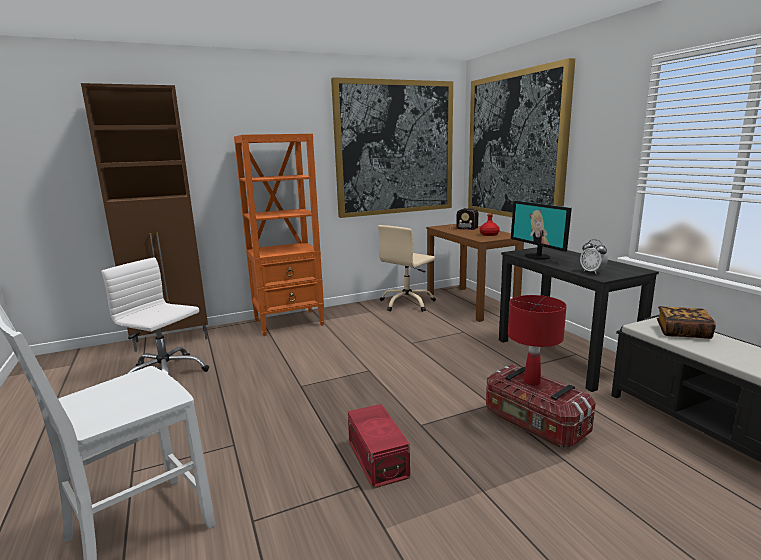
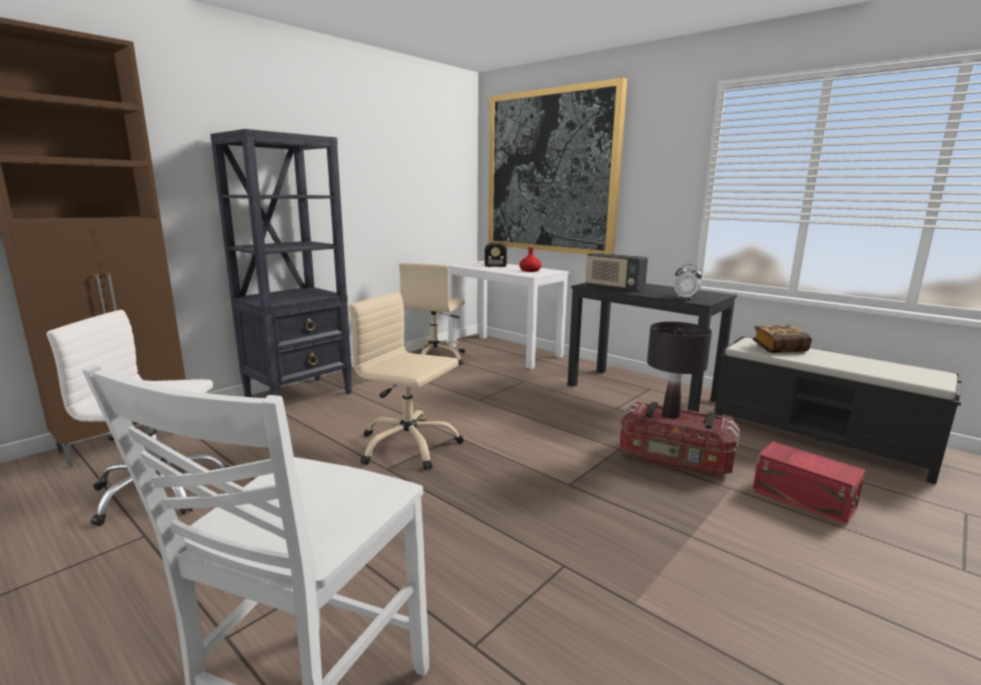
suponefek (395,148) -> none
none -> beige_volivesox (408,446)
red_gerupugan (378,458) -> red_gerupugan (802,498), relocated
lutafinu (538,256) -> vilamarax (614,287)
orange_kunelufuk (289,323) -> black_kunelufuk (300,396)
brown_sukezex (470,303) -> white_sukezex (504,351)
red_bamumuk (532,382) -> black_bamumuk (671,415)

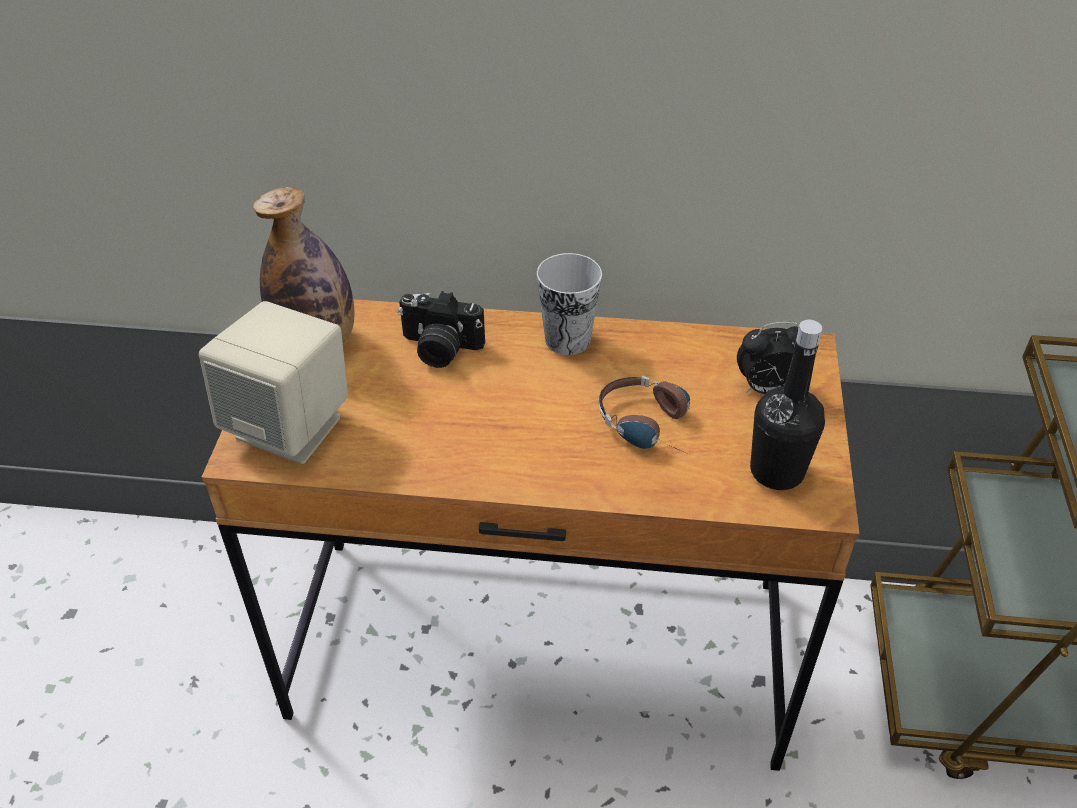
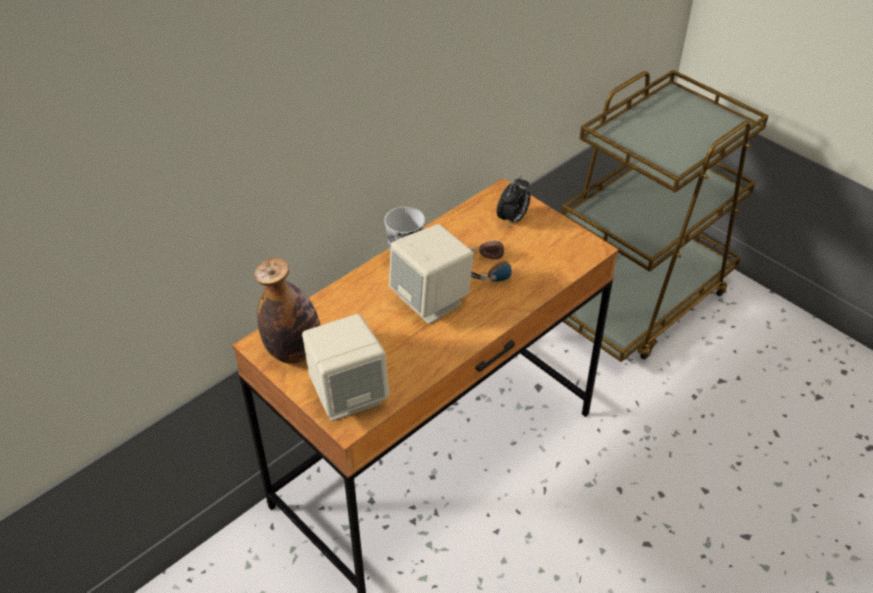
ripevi (439,349) -> none
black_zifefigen (777,471) -> none
none -> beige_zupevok (431,300)

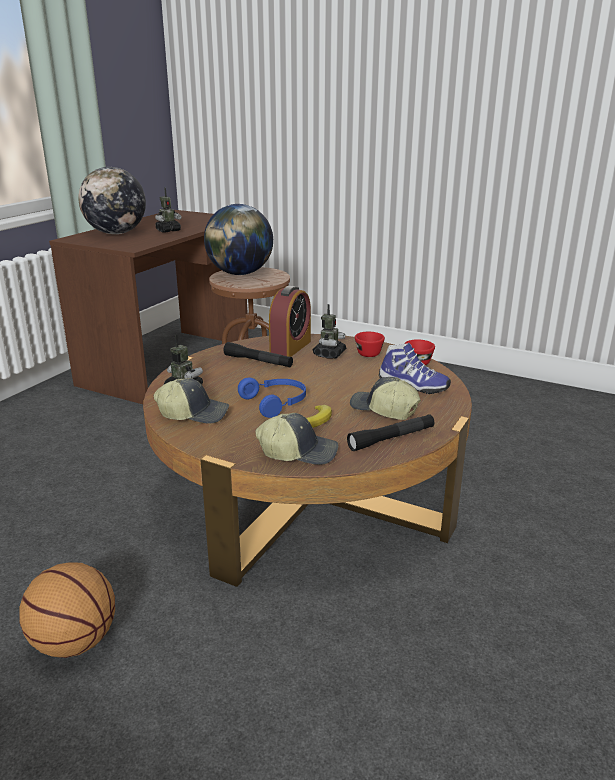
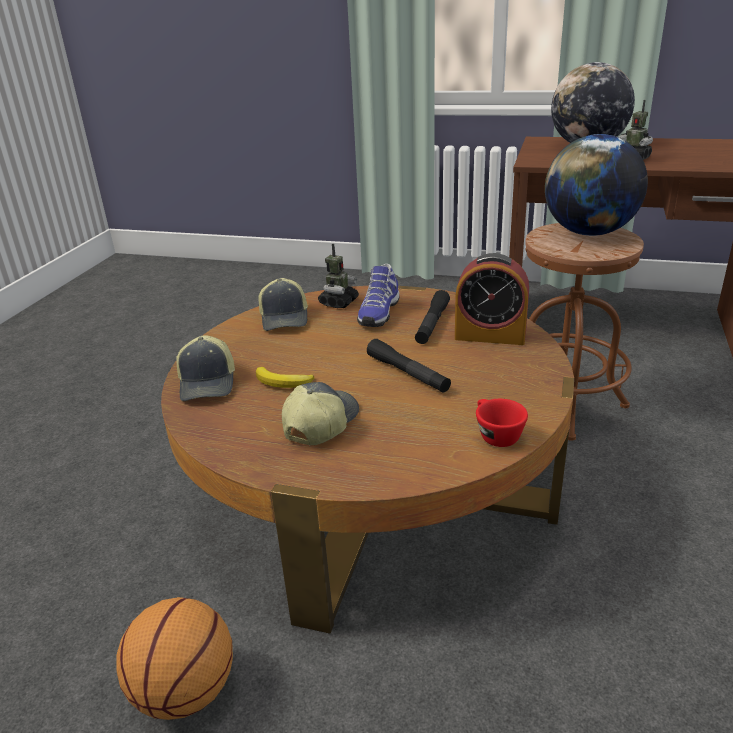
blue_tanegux (276,403) -> none
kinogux (329,354) -> none
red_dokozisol (367,352) -> none
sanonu (76,642) -> sanonu (186,692), relocated
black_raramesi (391,438) -> black_raramesi (407,373), relocated
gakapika (412,386) -> gakapika (378,313), relocated

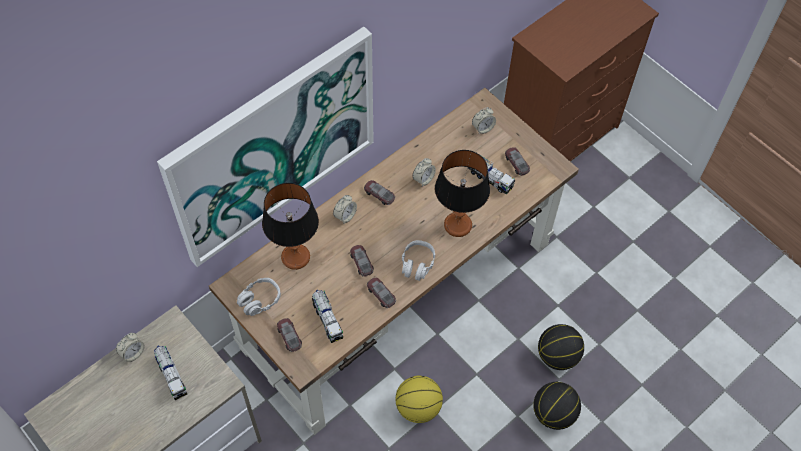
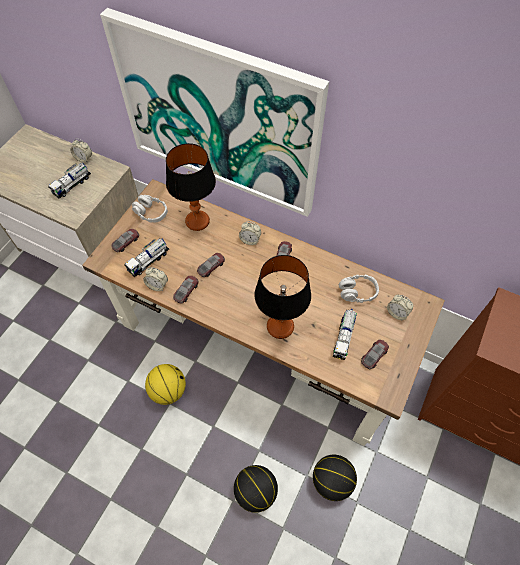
grey_tanegux (417,264) -> grey_tanegux (357,292), relocated
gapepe (423,179) -> gapepe (157,285), relocated
sanonu (553,413) -> sanonu (332,481), relocated

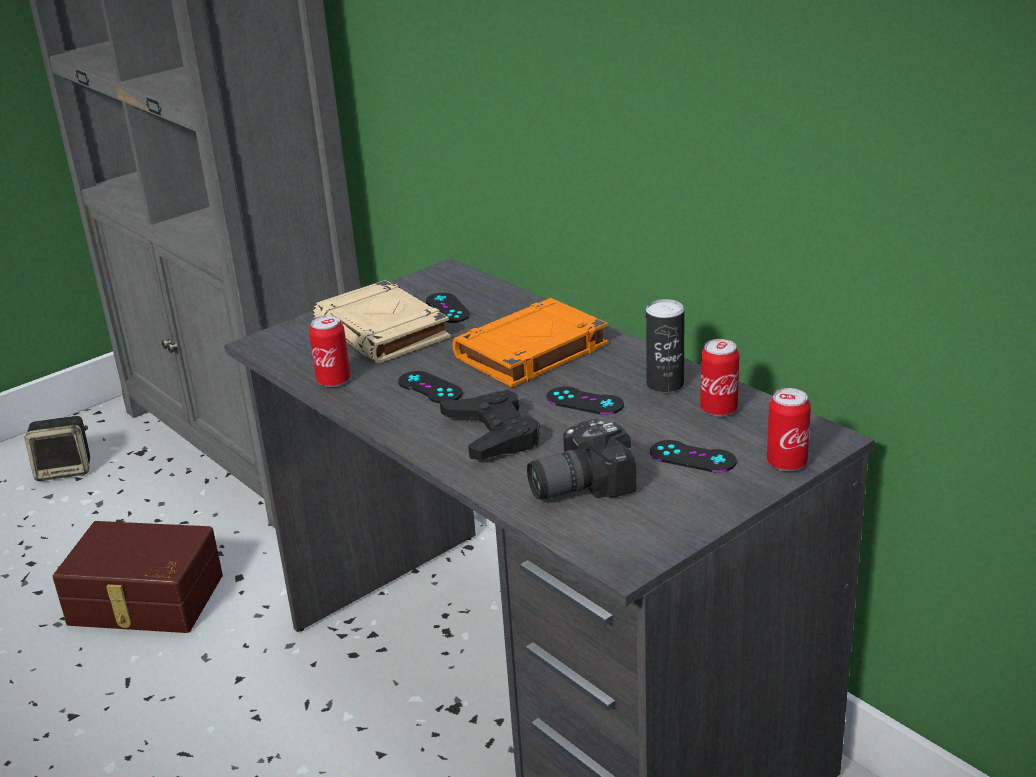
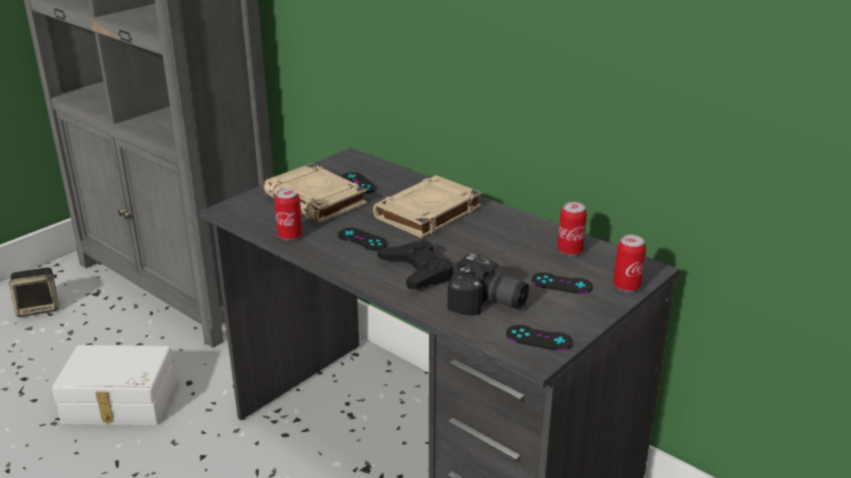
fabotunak (665,384) -> none
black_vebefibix (584,401) -> black_vebefibix (539,338), relocated
brown_gerupugan (145,601) -> white_gerupugan (119,403)
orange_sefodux (530,352) -> beige_sefodux (427,213)
ripevi (576,484) -> ripevi (487,305), 120 degrees counterclockwise

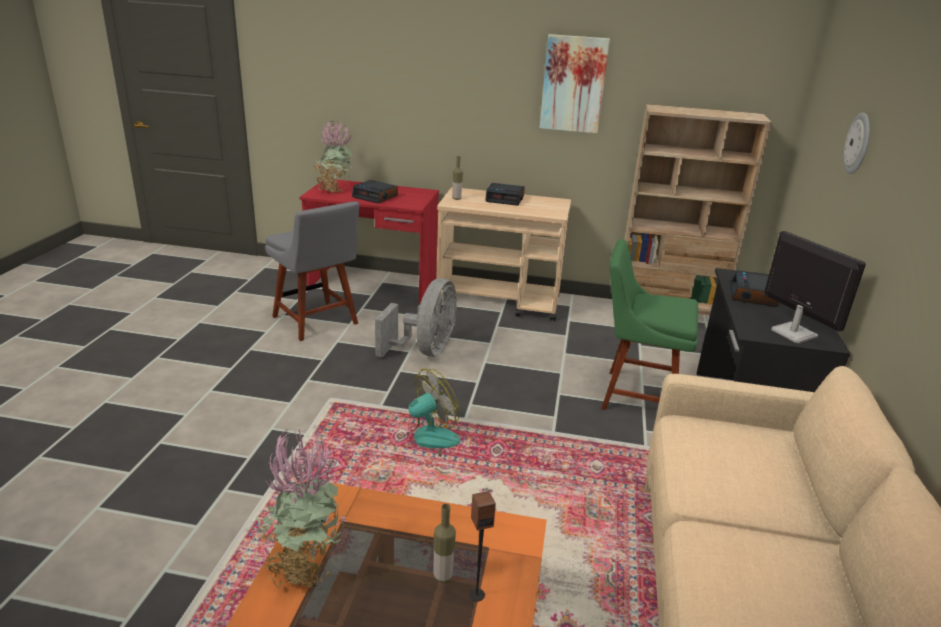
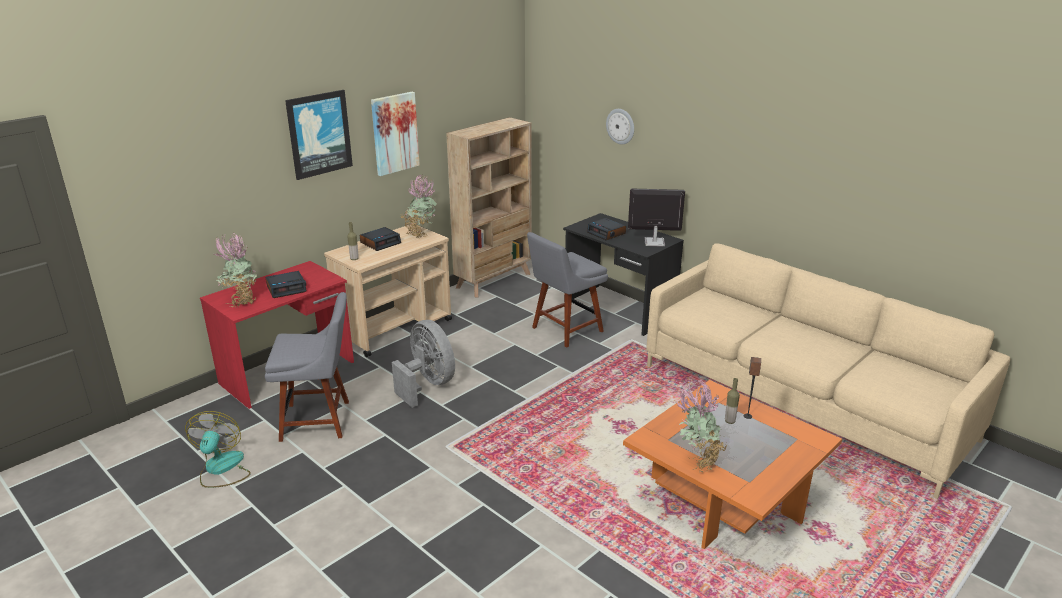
none -> suponefek (319,134)
none -> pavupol (420,234)
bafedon (426,443) -> bafedon (221,469), relocated
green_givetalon (635,395) -> grey_givetalon (564,330)

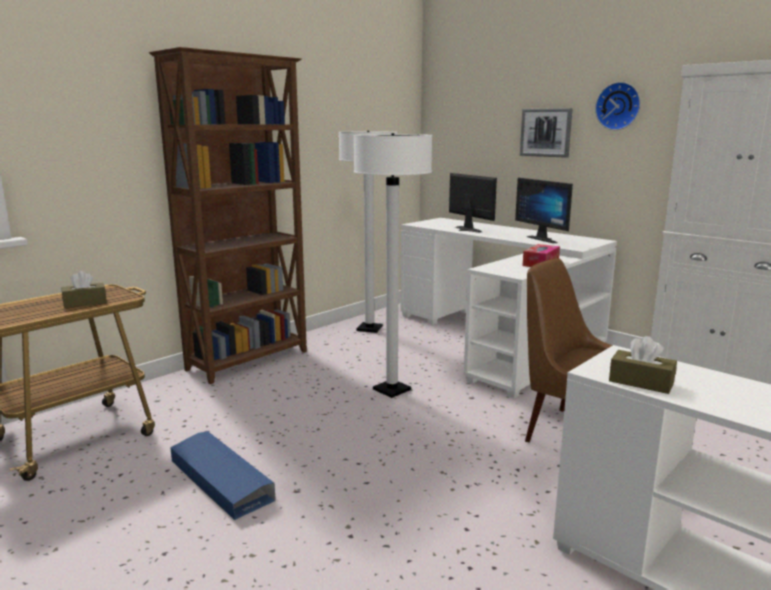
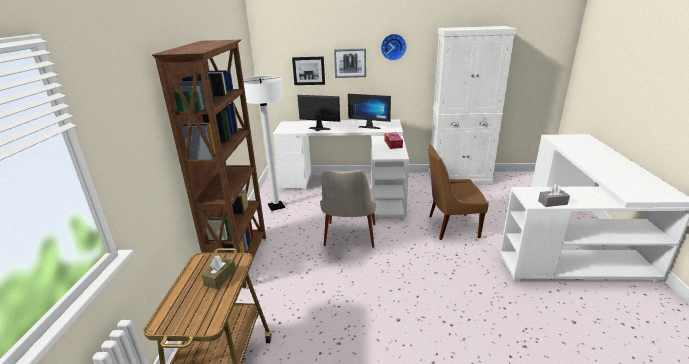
blue_gerupugan (220,480) -> none
none -> suponefek (309,70)
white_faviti (392,390) -> beige_givetalon (349,240)
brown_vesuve (641,382) -> grey_vesuve (552,202)

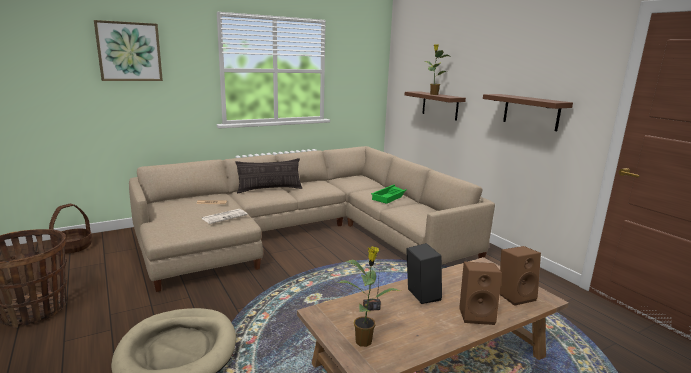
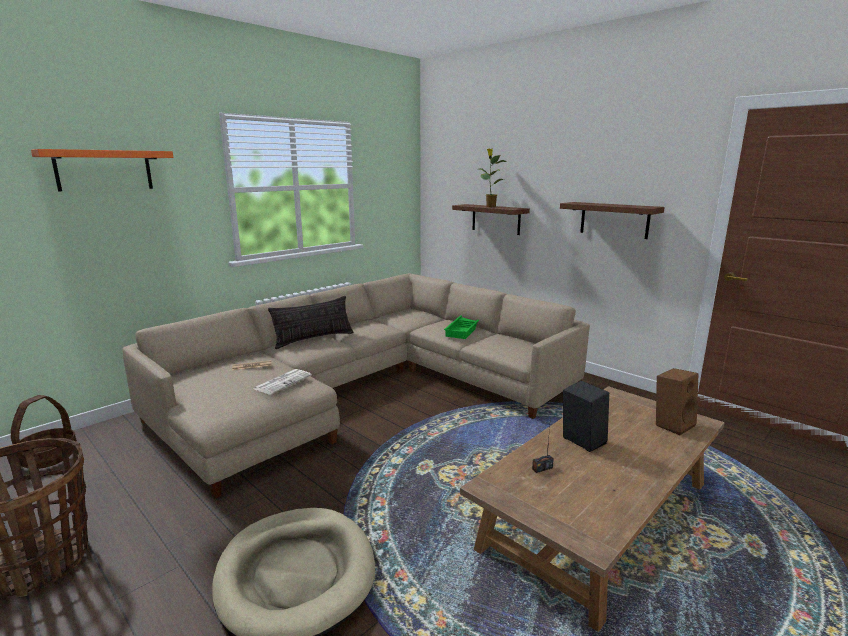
pavupol (364,341) -> none
brown_zupevok (477,315) -> none
suponefek (129,52) -> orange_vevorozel (104,170)

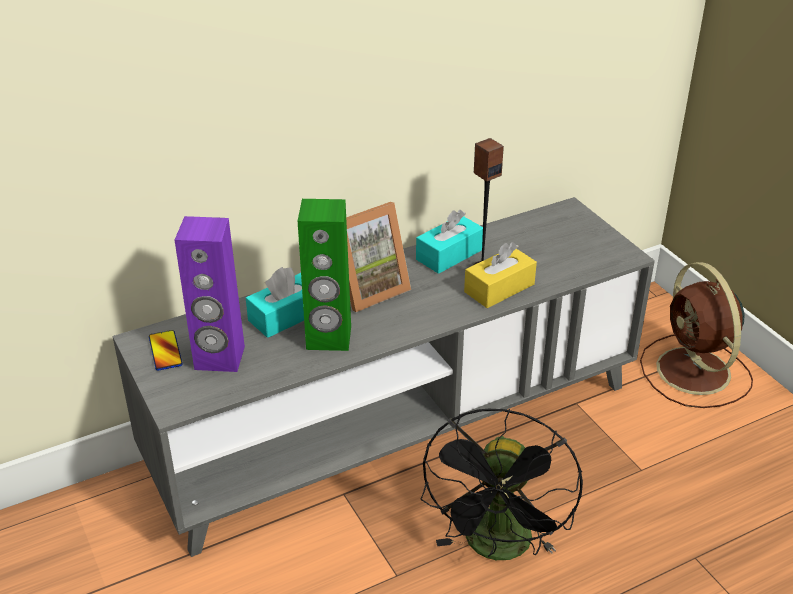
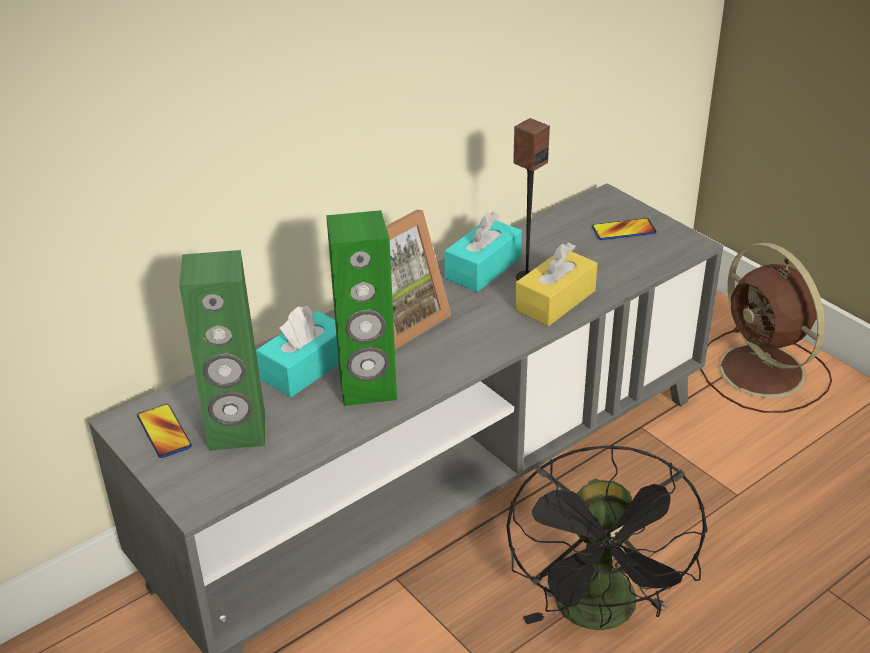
none -> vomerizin (623,230)
purple_zupevok (219,358) -> green_zupevok (237,432)

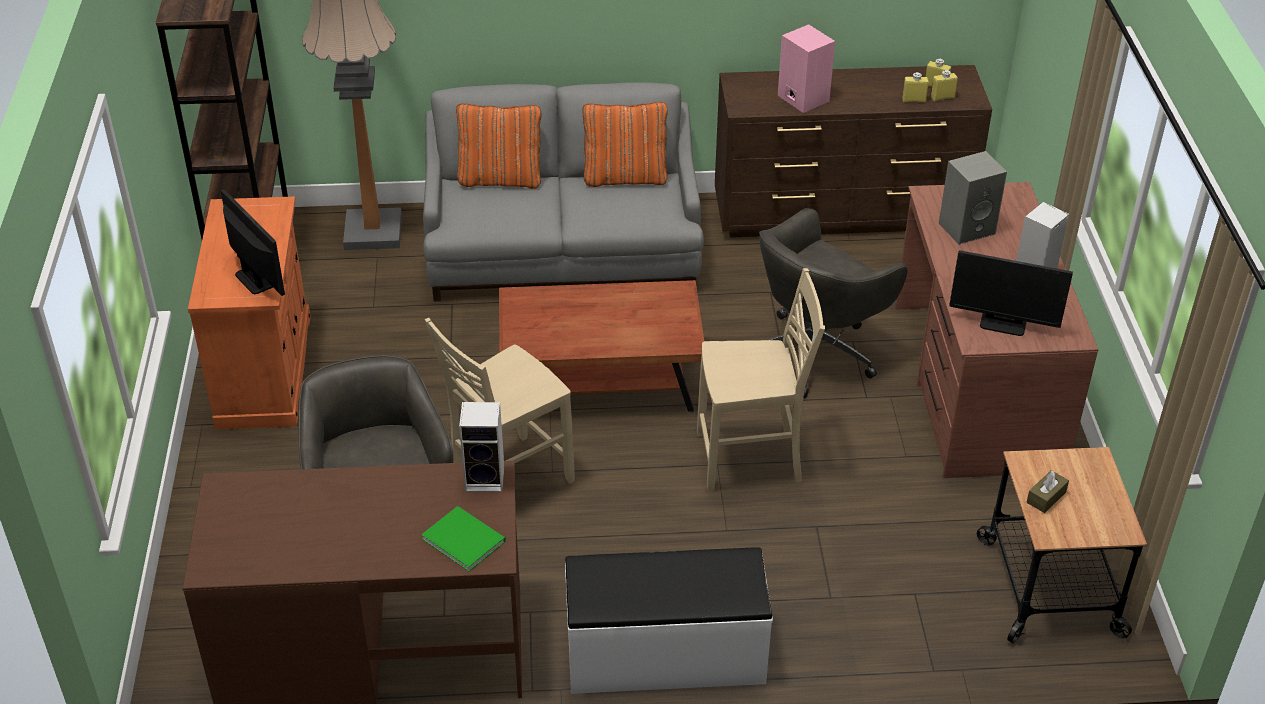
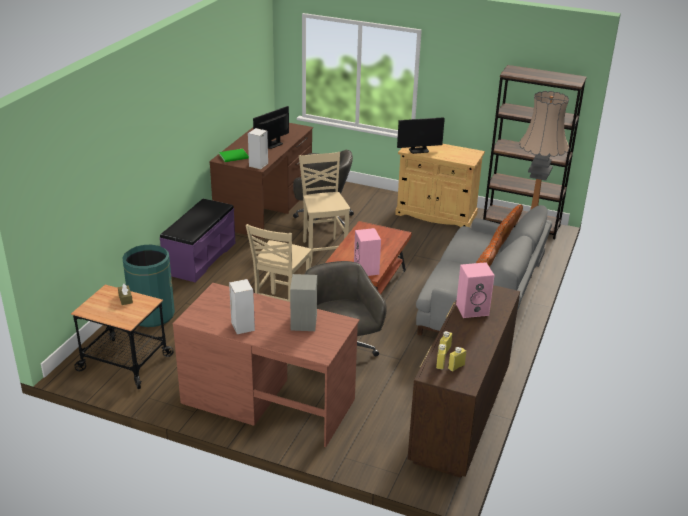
none -> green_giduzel (152,315)
none -> pink_zupevok (367,270)
lutafinu (1003,323) -> lutafinu (272,144), relocated
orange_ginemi (265,370) -> beige_ginemi (436,214)
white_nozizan (665,655) -> purple_nozizan (200,258)

